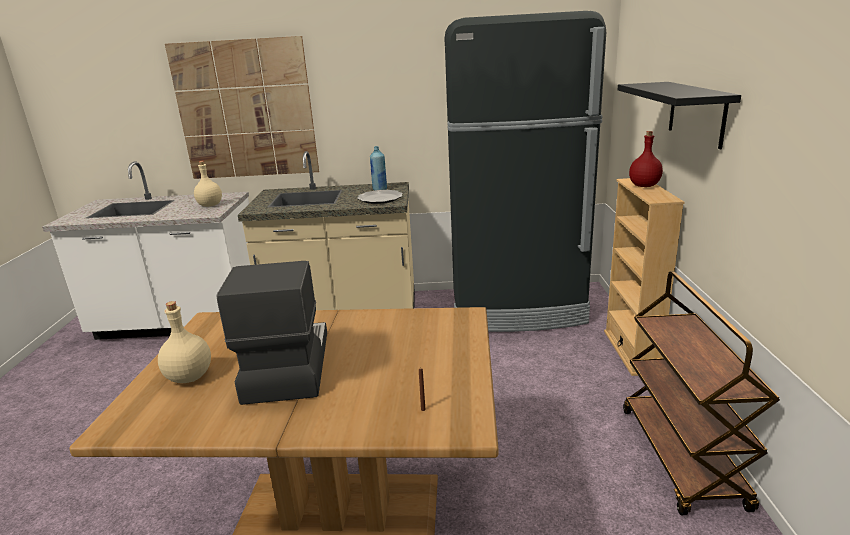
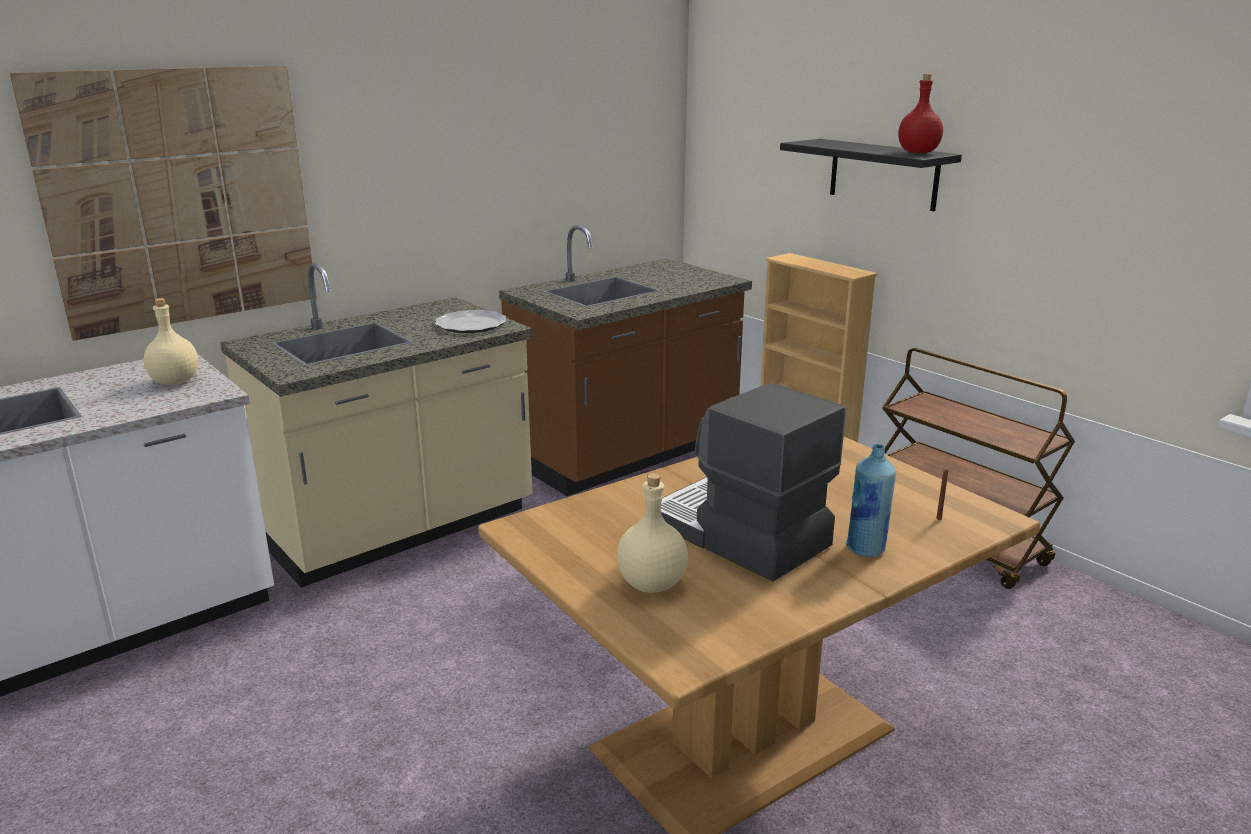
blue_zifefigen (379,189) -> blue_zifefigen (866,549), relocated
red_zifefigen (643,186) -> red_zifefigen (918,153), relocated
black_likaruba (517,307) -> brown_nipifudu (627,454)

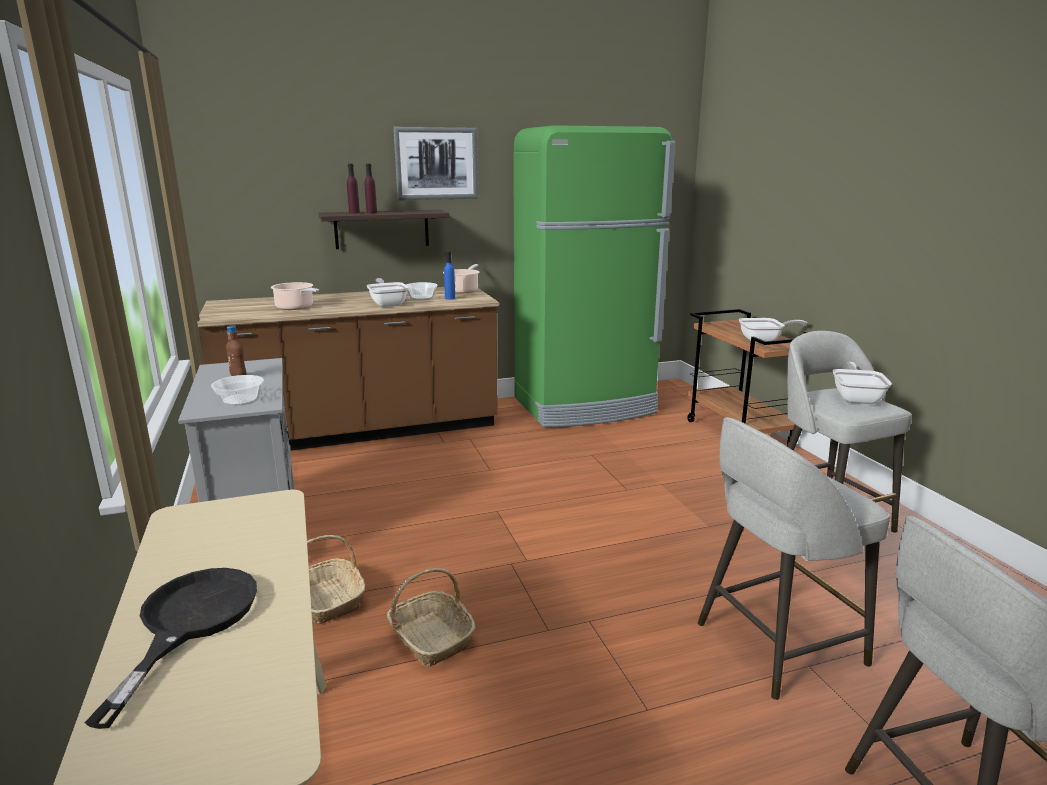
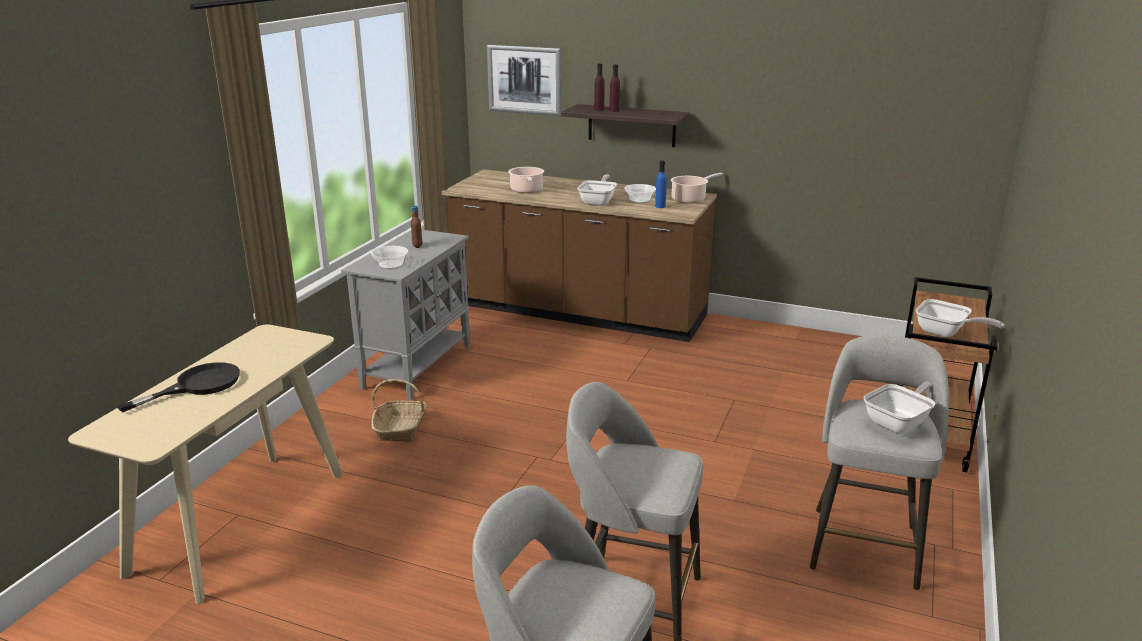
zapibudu (430,638) -> none
green_likaruba (585,406) -> none
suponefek (436,163) -> suponefek (524,80), relocated

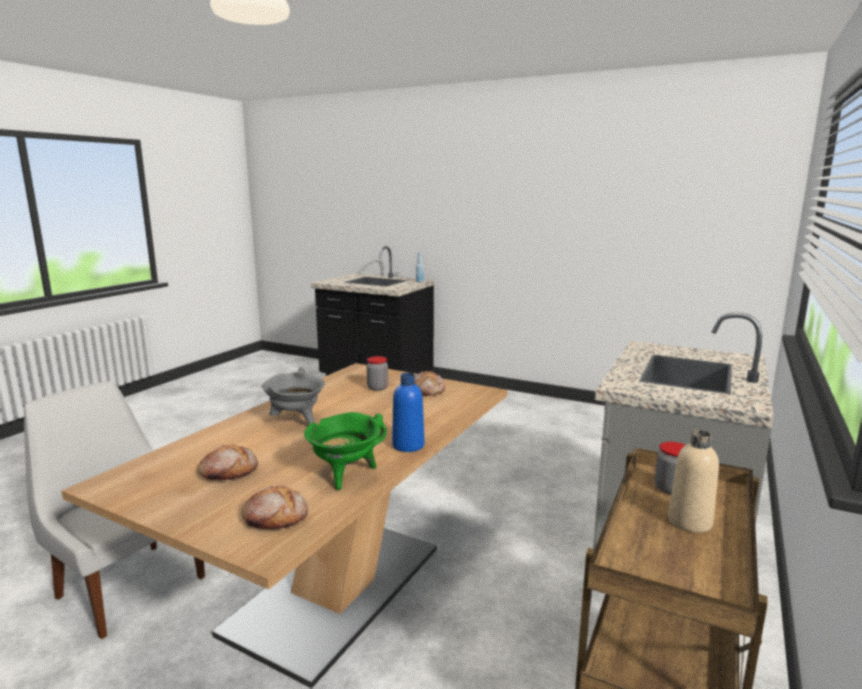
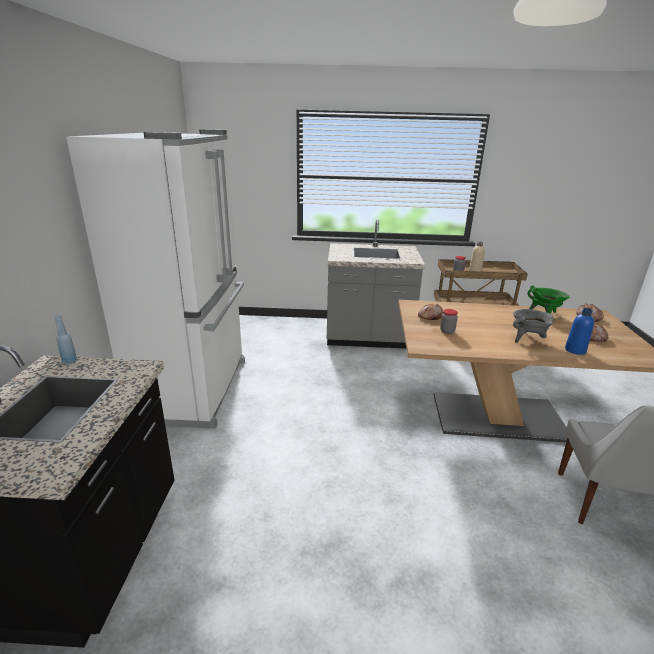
none -> white_likaruba (196,389)
blue_zifefigen (408,445) -> blue_zifefigen (575,350), relocated

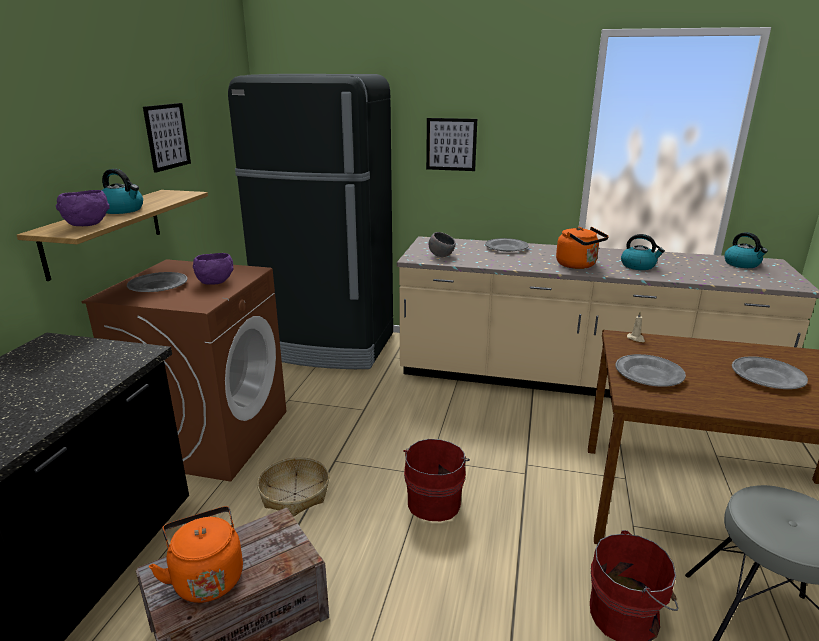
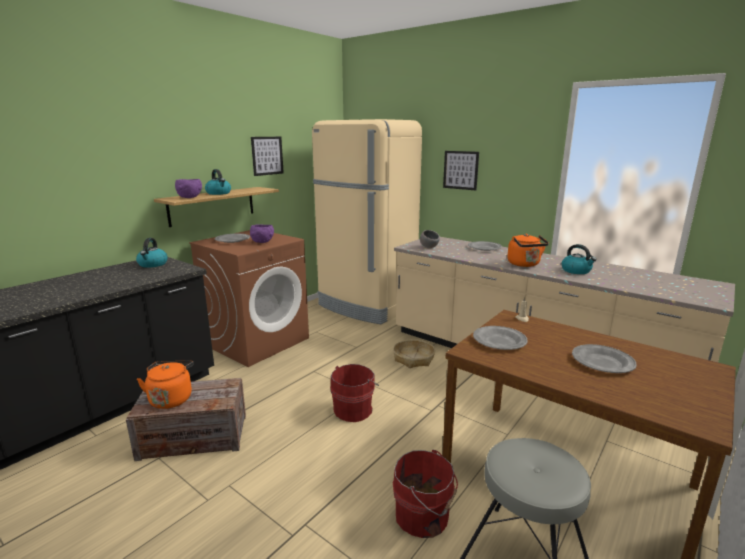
zapibudu (295,494) -> zapibudu (413,359), relocated
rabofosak (742,264) -> rabofosak (153,264), relocated
black_likaruba (328,346) -> beige_likaruba (366,306)

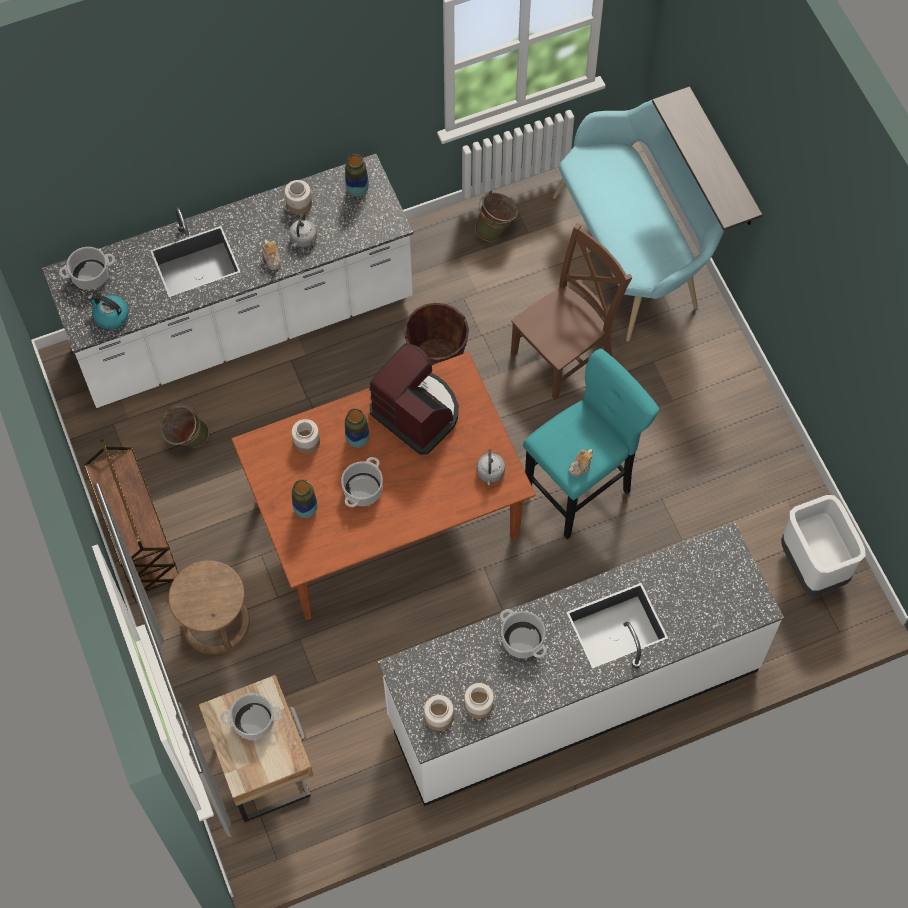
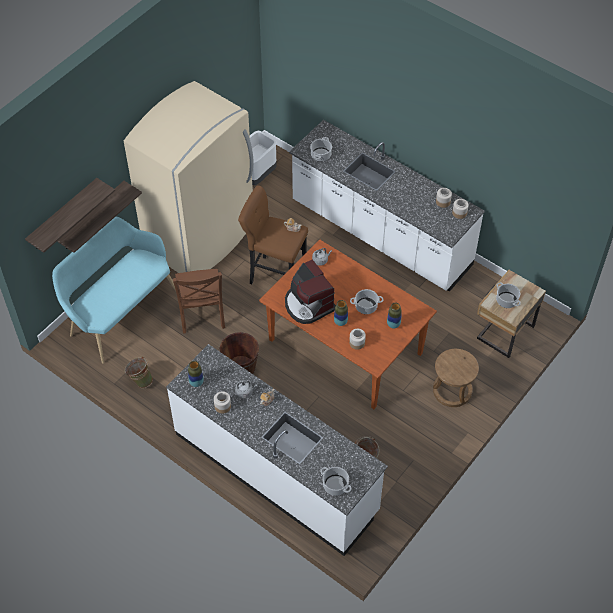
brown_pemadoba (140,544) -> none
rabofosak (110,316) -> none
none -> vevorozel (63,215)
none -> beige_likaruba (201,237)
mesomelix (523,640) -> mesomelix (321,155), relocated
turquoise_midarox (581,488) -> brown_midarox (275,275)
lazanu (417,412) -> lazanu (308,304), 45 degrees counterclockwise
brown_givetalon (565,353) -> brown_givetalon (201,315), 120 degrees counterclockwise

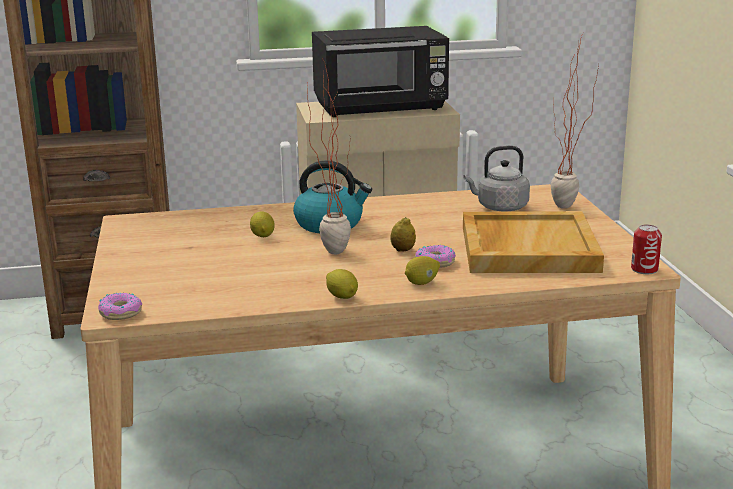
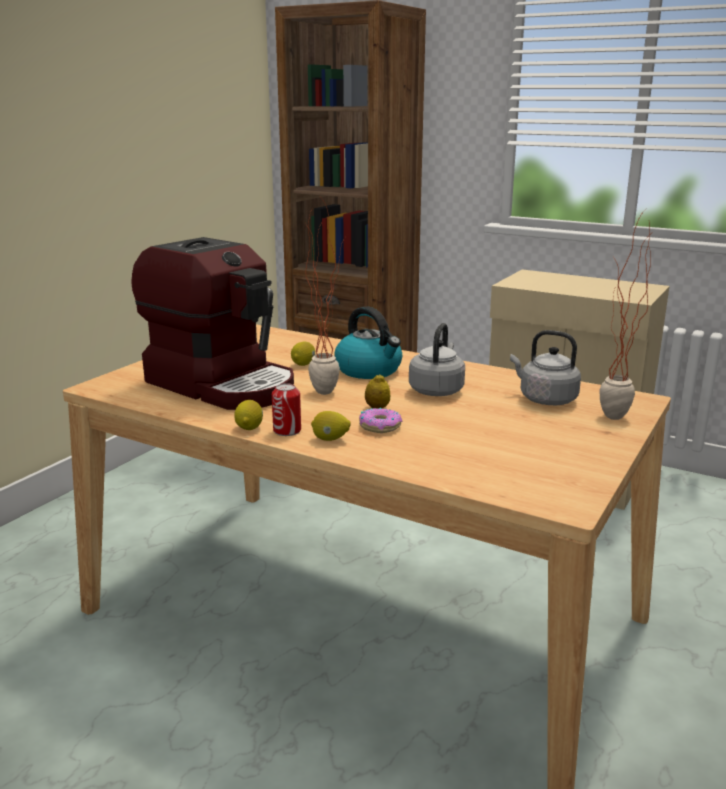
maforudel (121,312) -> none
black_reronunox (381,108) -> none
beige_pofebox (527,248) -> none
none -> lazanu (223,384)
none -> grey_rabofosak (437,390)
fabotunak (644,269) -> fabotunak (287,430), relocated

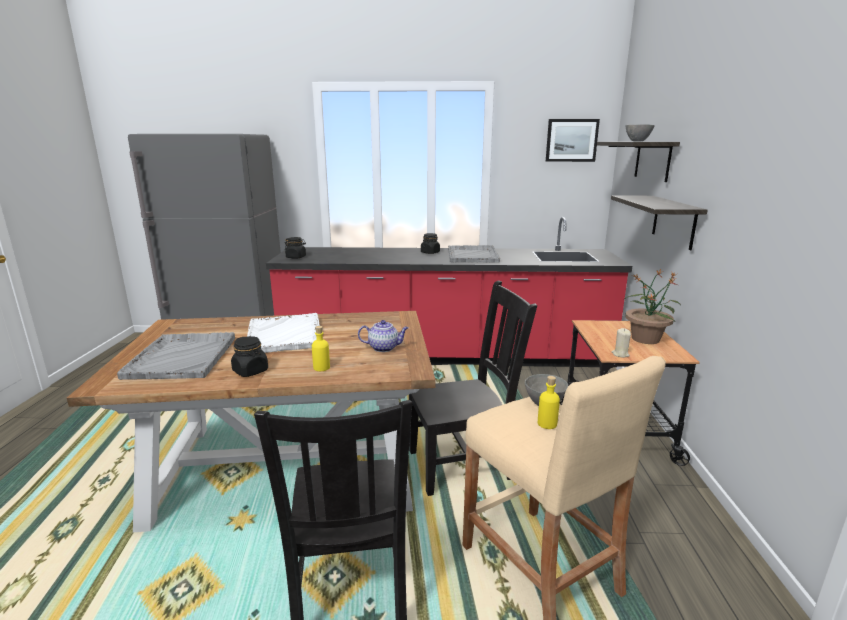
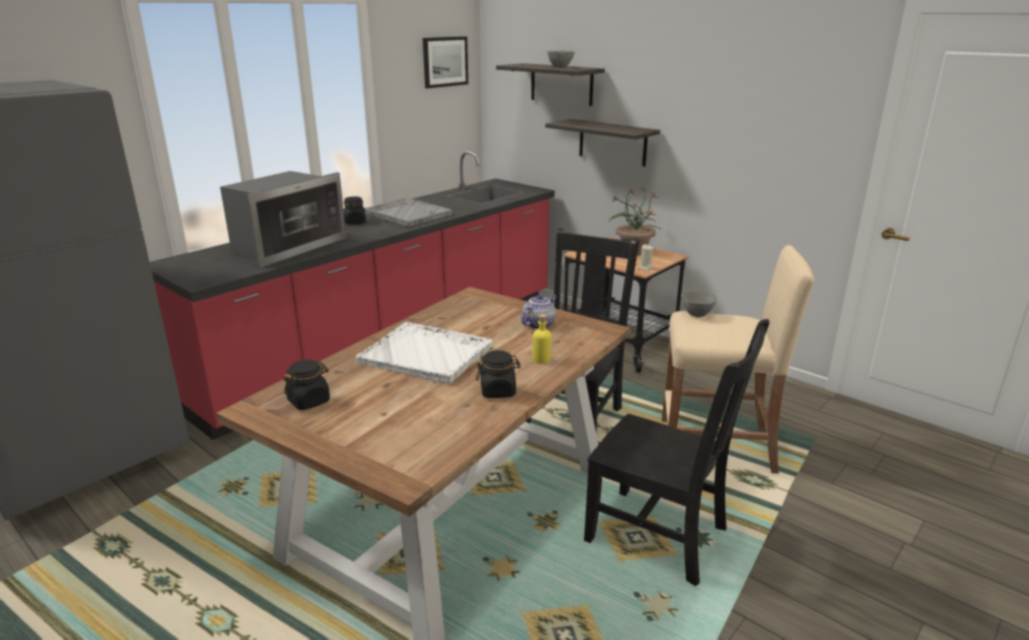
grey_pofebox (183,357) -> none
yellow_zifefigen (547,424) -> none
none -> reronunox (286,247)
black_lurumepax (296,257) -> black_lurumepax (309,401), relocated

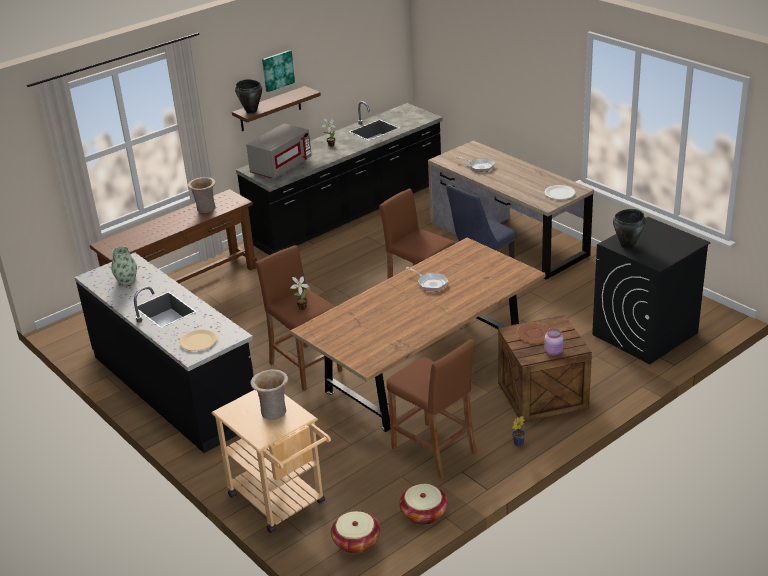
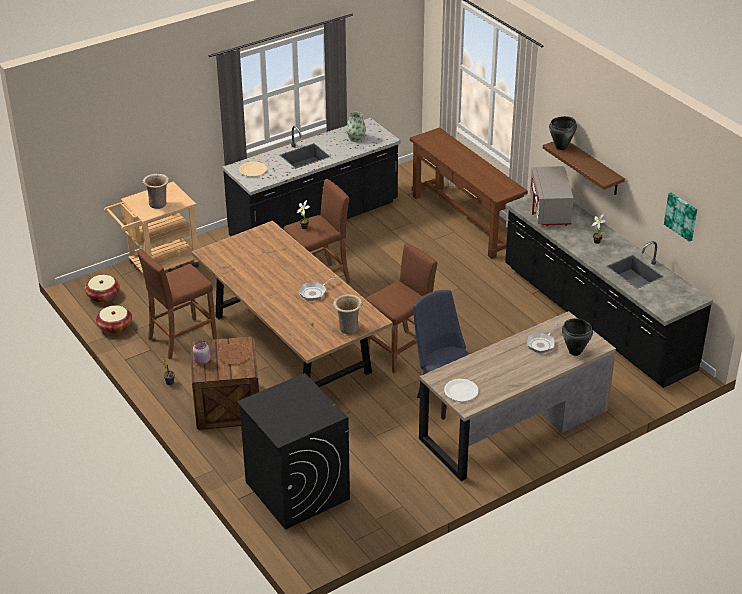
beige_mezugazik (205,209) -> beige_mezugazik (347,328), relocated
suponefek (277,70) -> suponefek (681,216), relocated
black_mesomelix (627,245) -> black_mesomelix (575,352), relocated
grey_reronunox (281,167) -> grey_reronunox (550,211), 45 degrees clockwise

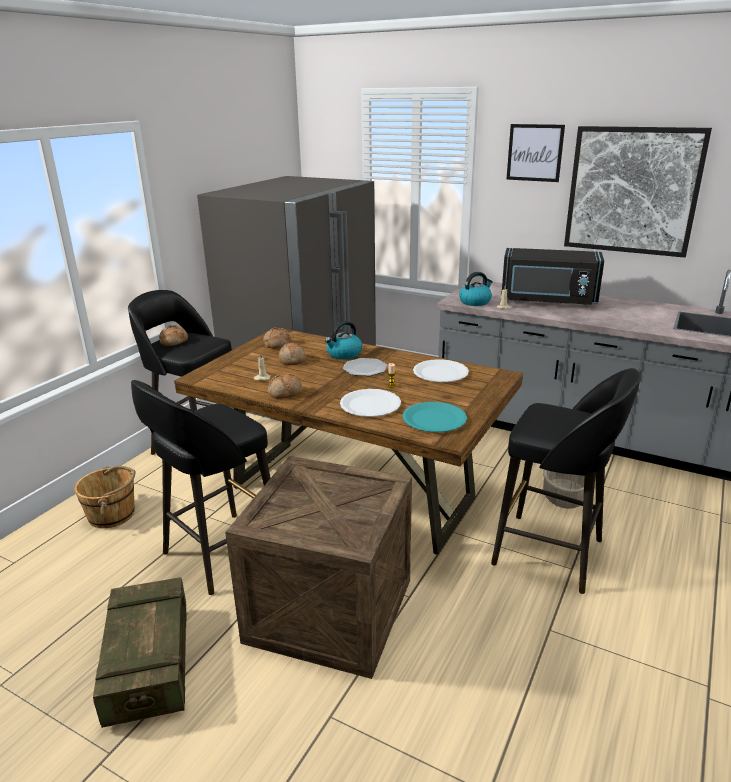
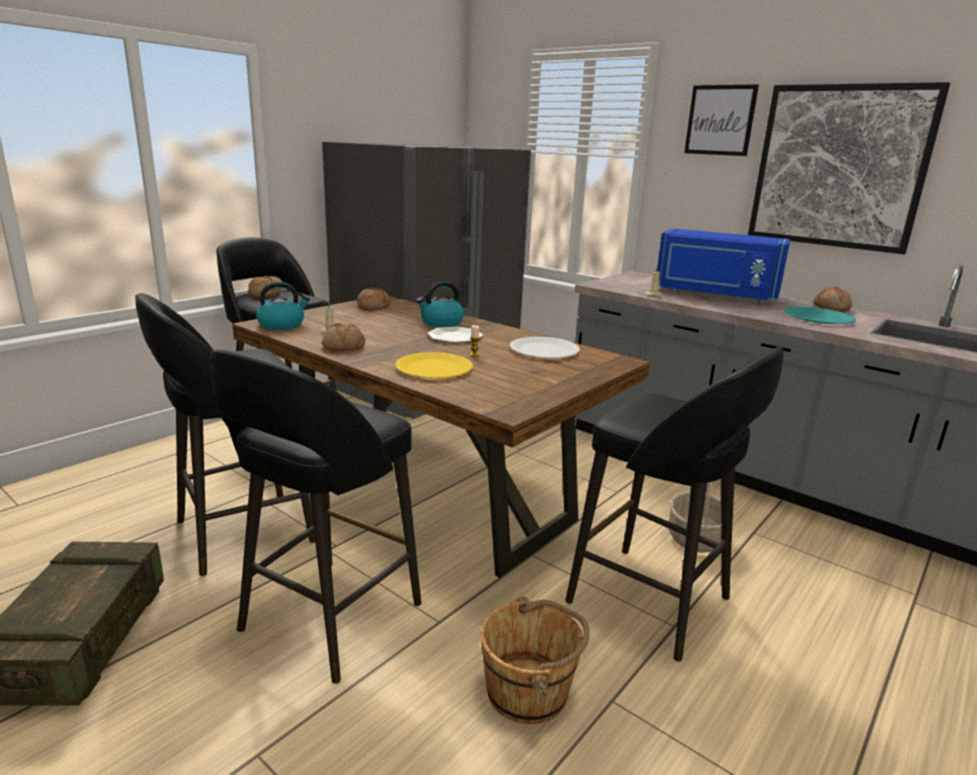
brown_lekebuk (113,514) -> brown_lekebuk (529,691), relocated
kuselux (292,360) -> kuselux (831,308), relocated
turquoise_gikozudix (434,419) -> turquoise_gikozudix (818,318), relocated
rabofosak (475,302) -> rabofosak (282,325), relocated
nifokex (327,611) -> black_midarox (327,620)
white_gikozudix (370,405) -> yellow_gikozudix (434,368)
black_reronunox (548,300) -> blue_reronunox (715,294)

